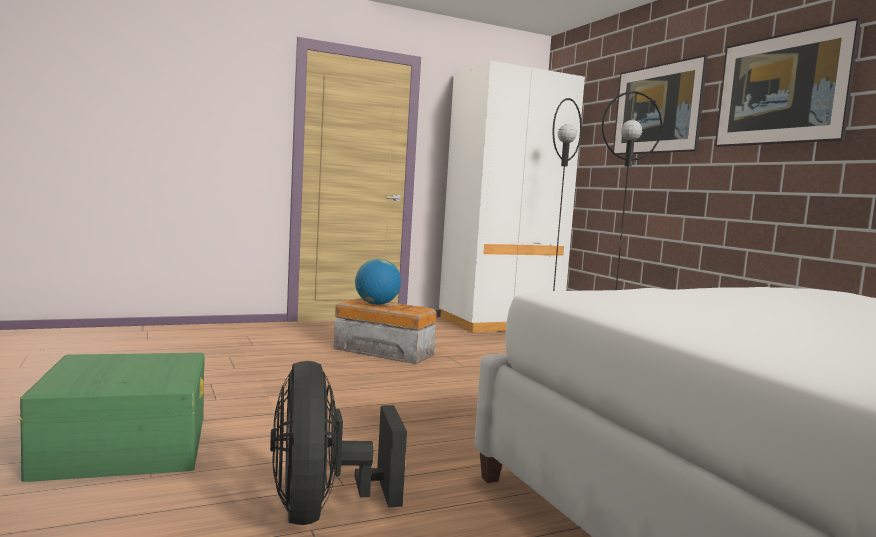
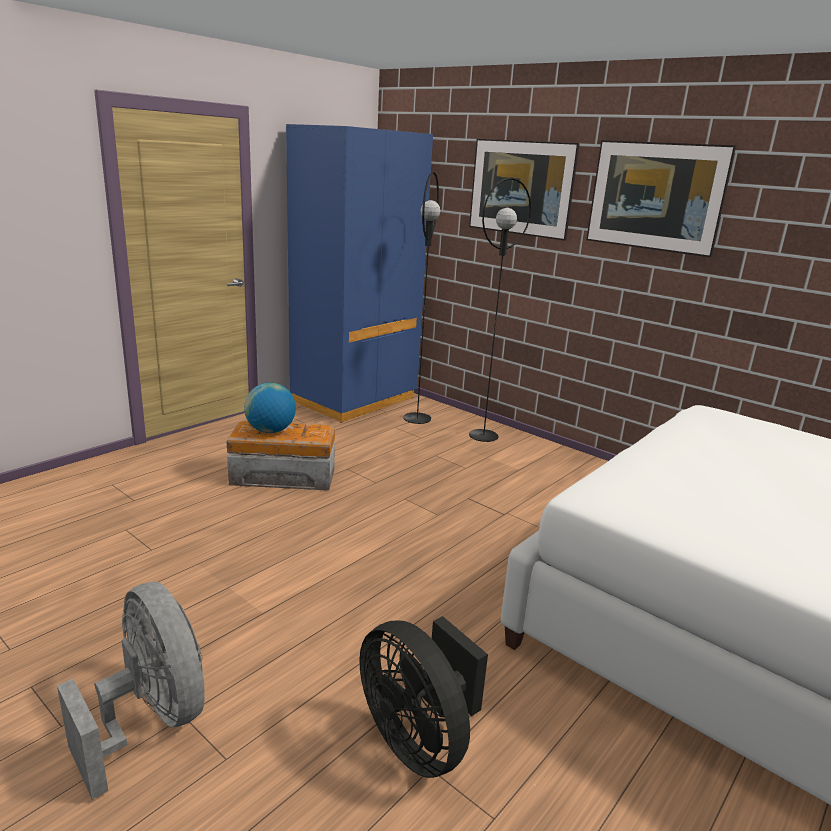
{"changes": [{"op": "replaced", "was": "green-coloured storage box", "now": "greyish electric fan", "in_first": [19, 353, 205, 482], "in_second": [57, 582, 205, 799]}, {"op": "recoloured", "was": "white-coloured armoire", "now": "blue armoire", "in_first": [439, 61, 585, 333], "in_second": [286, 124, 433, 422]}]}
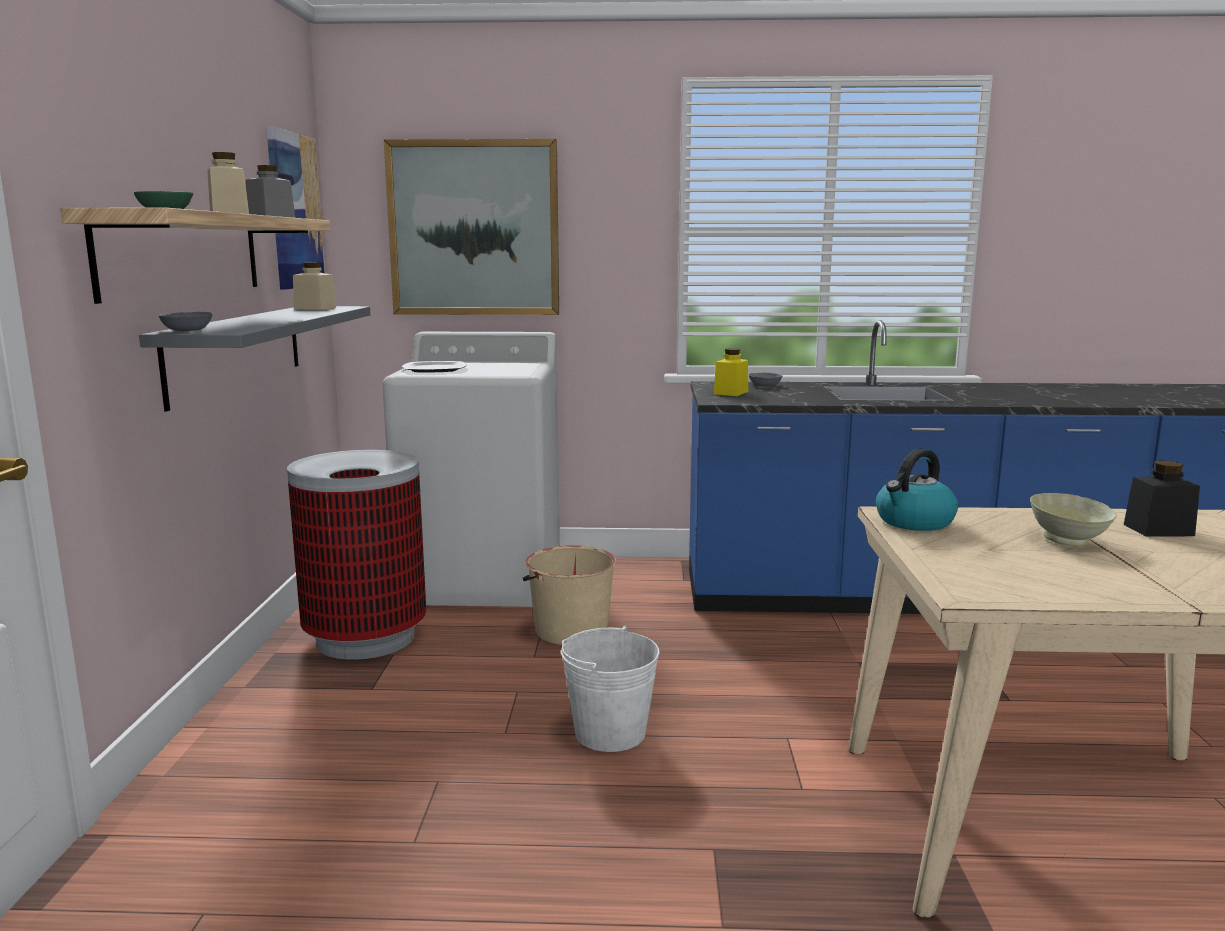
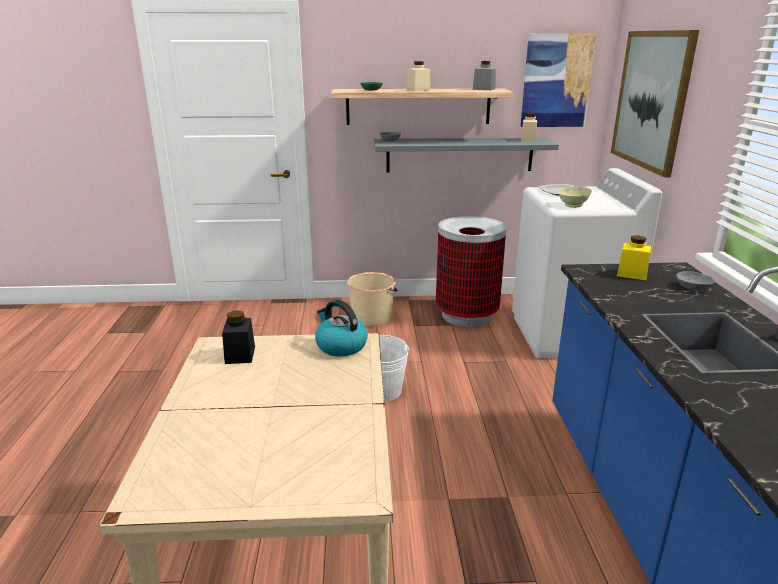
{"changes": [{"op": "moved", "was": "beige-coloured water bucket", "in_first": [523, 545, 616, 645], "in_second": [347, 272, 398, 326]}, {"op": "moved", "was": "beige-coloured serving bowl", "in_first": [1030, 493, 1117, 546], "in_second": [558, 186, 592, 208]}, {"op": "moved", "was": "black jar", "in_first": [1124, 461, 1200, 537], "in_second": [222, 310, 255, 364]}]}
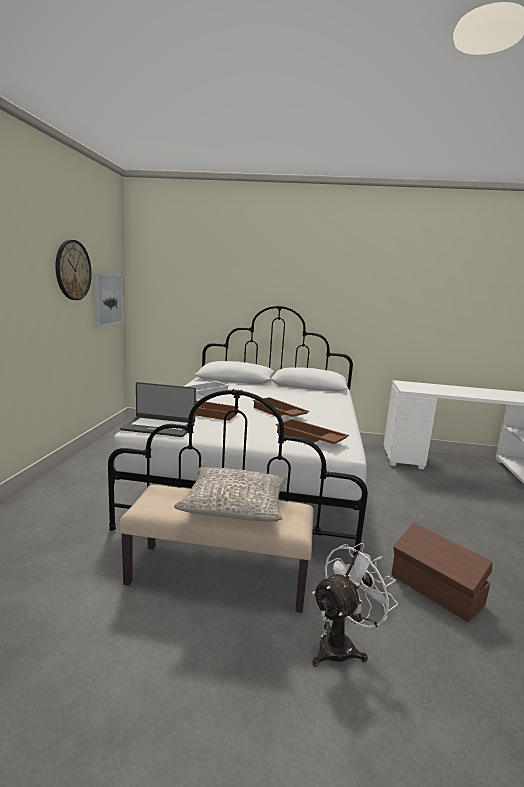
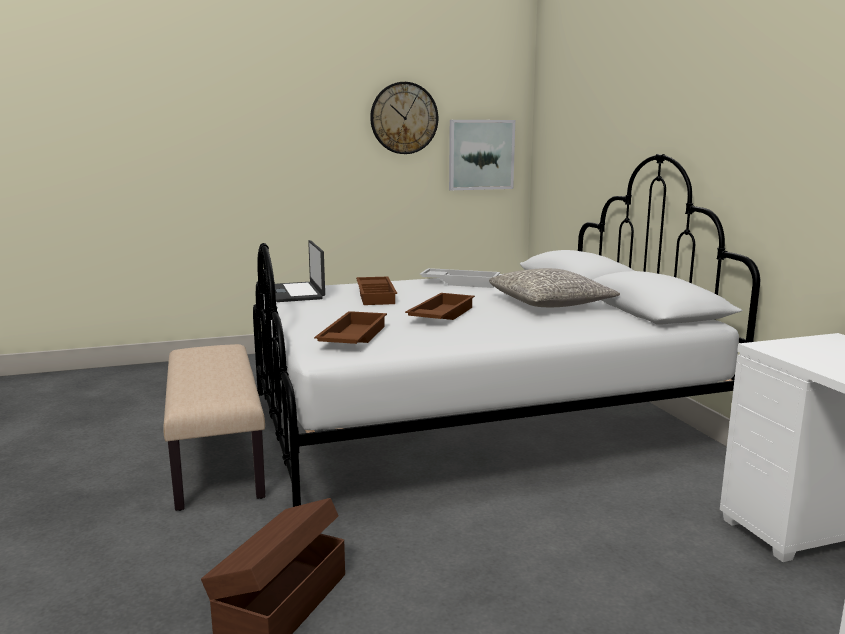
{"changes": [{"op": "moved", "was": "greyish pillow", "in_first": [174, 467, 287, 522], "in_second": [489, 268, 620, 307]}, {"op": "removed", "was": "white-coloured electric fan", "in_first": [312, 543, 398, 667]}]}
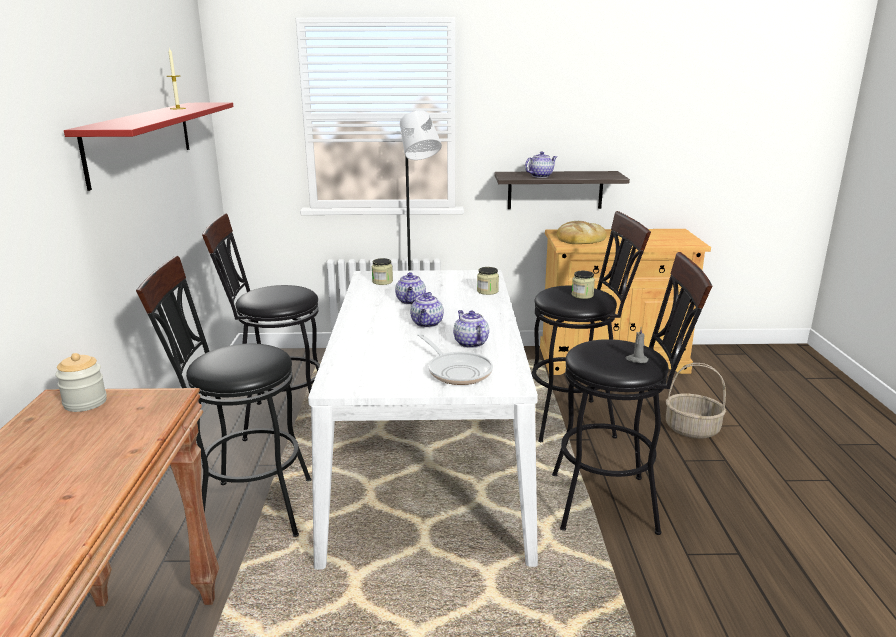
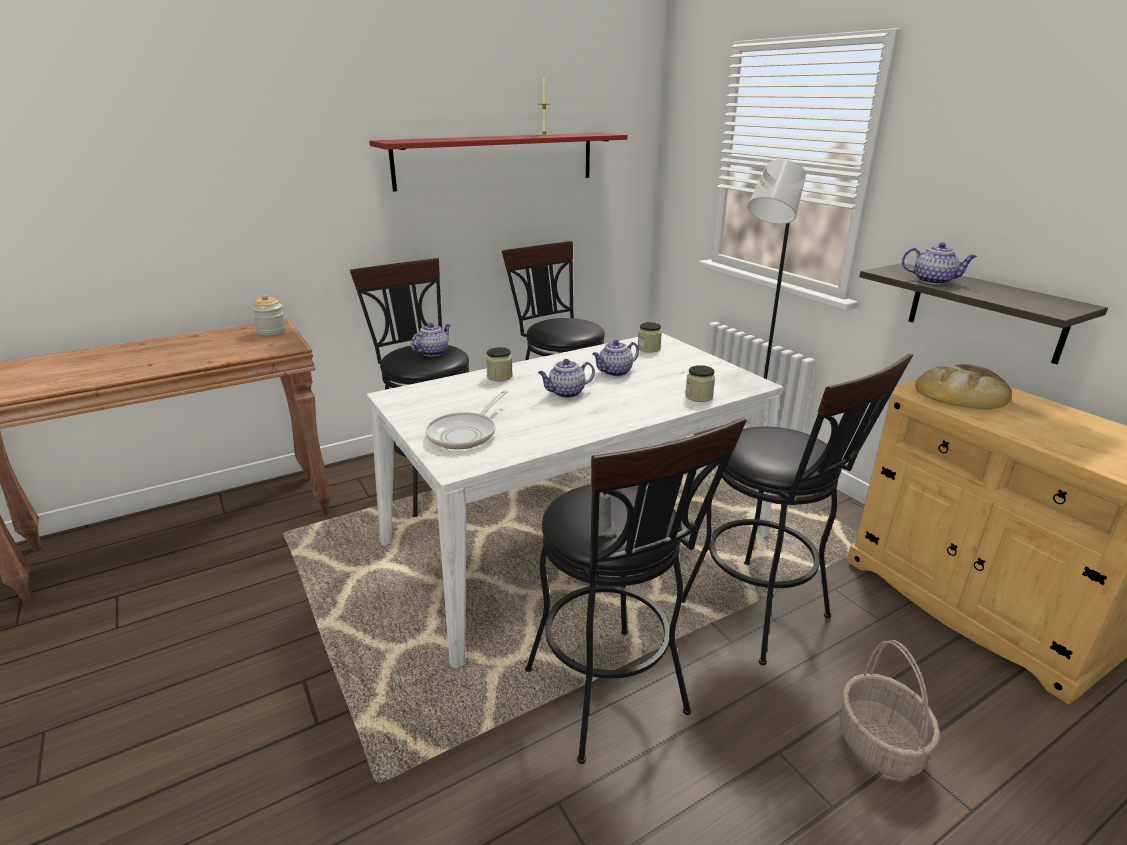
{"changes": [{"op": "moved", "was": "teapot", "in_first": [453, 310, 489, 348], "in_second": [411, 323, 450, 356]}, {"op": "moved", "was": "jar", "in_first": [572, 271, 595, 299], "in_second": [486, 347, 513, 381]}]}
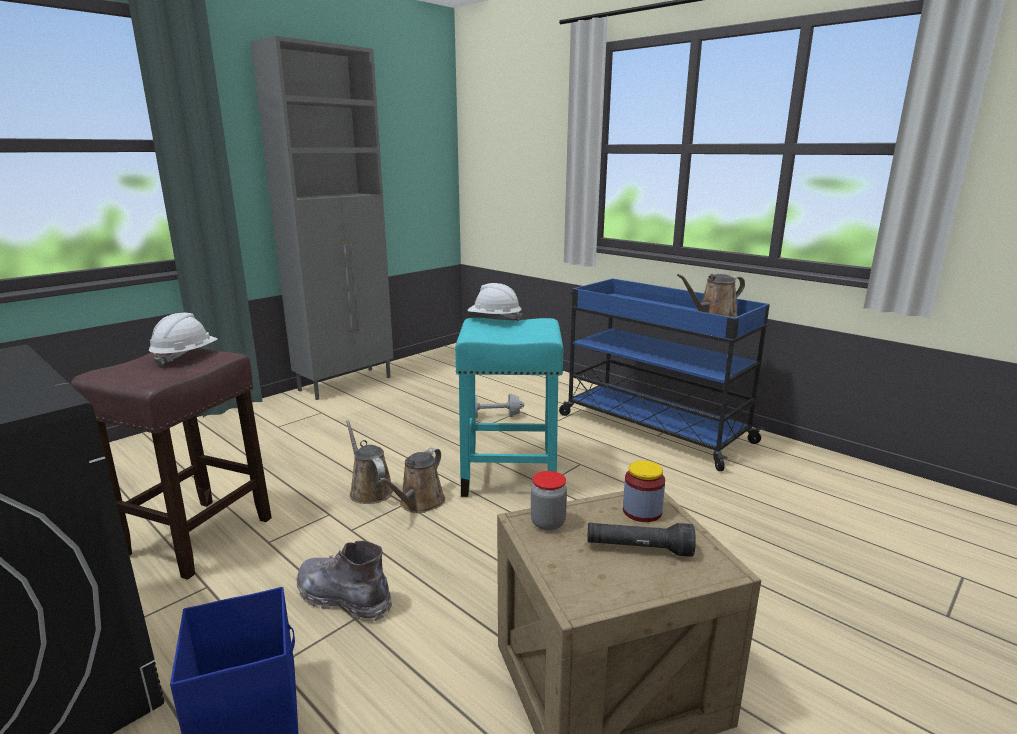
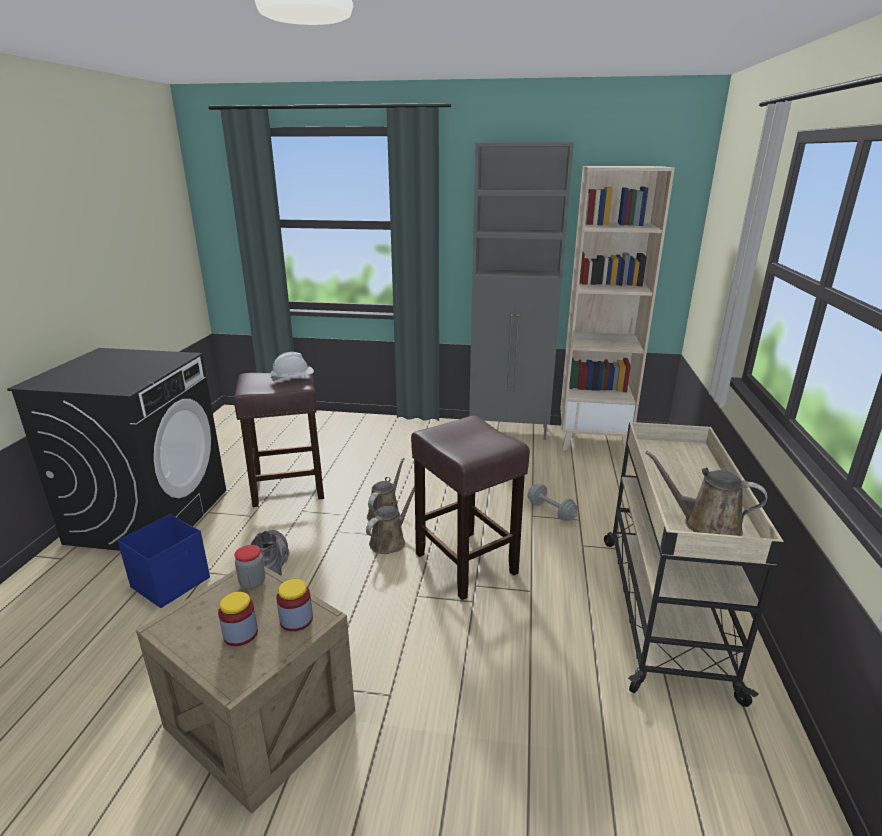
{"changes": [{"op": "turned", "was": "brownish sprinkling can", "in_first": [378, 448, 445, 513], "in_second": [366, 486, 415, 554], "clockwise": 135}, {"op": "recoloured", "was": "turquoise-coloured sitting stool", "now": "brownish sitting stool", "in_first": [455, 318, 563, 497], "in_second": [411, 415, 530, 600]}, {"op": "removed", "was": "white-coloured safety helmet", "in_first": [467, 283, 522, 321]}, {"op": "recoloured", "was": "blue trolley", "now": "beige-coloured trolley", "in_first": [559, 279, 770, 471], "in_second": [604, 422, 784, 707]}, {"op": "replaced", "was": "black hand torch", "now": "jar", "in_first": [587, 523, 696, 557], "in_second": [218, 592, 258, 646]}, {"op": "added", "now": "beige-coloured shelving unit", "in_second": [560, 166, 675, 455]}]}
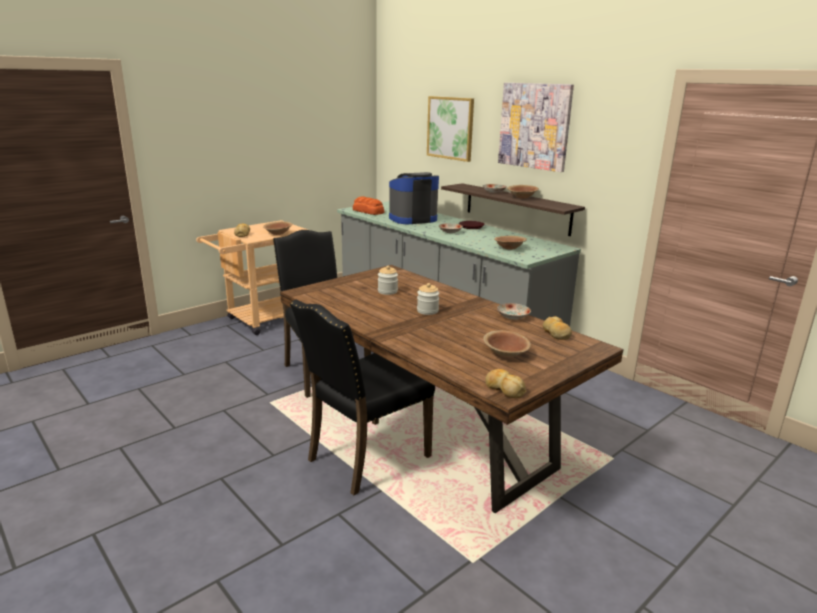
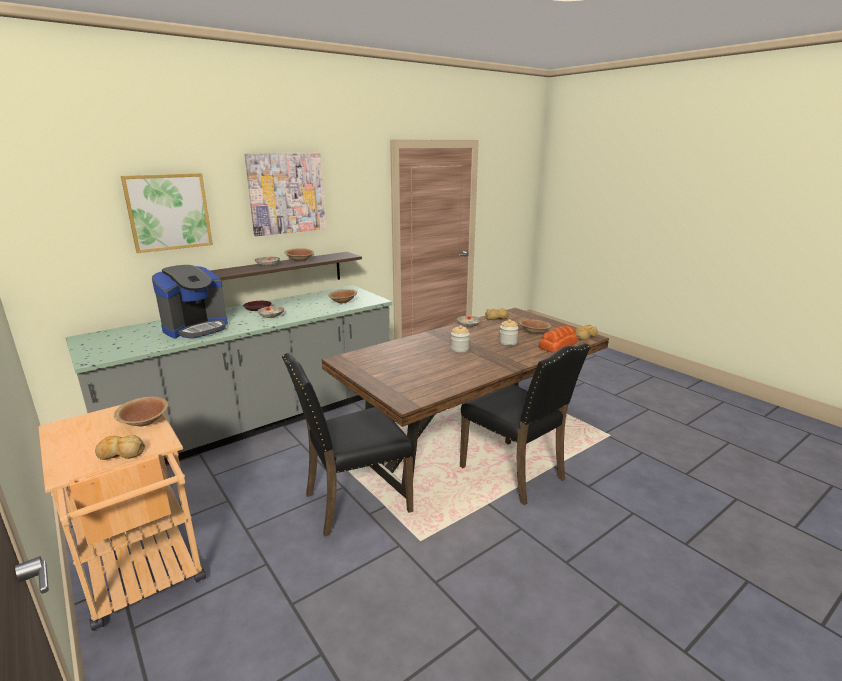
{"changes": [{"op": "moved", "was": "bakery bread", "in_first": [353, 196, 384, 215], "in_second": [538, 325, 577, 352]}, {"op": "moved", "was": "jar", "in_first": [378, 266, 398, 295], "in_second": [499, 319, 518, 345]}, {"op": "turned", "was": "coffee maker", "in_first": [389, 172, 439, 224], "in_second": [152, 265, 228, 339], "clockwise": -120}]}
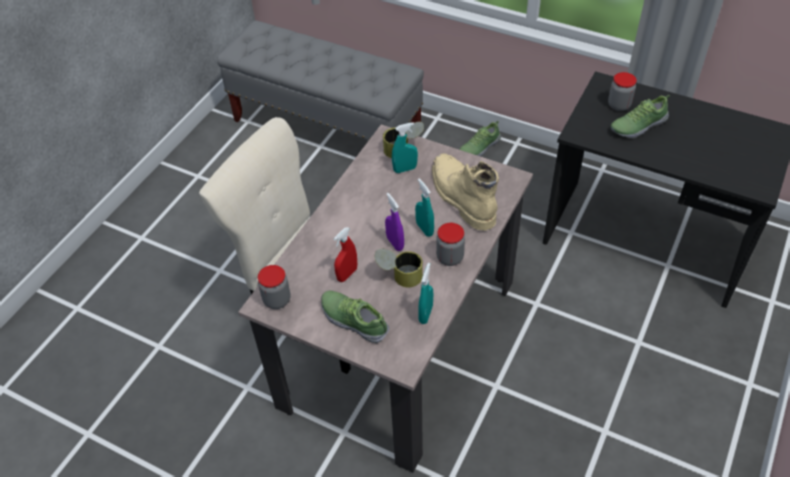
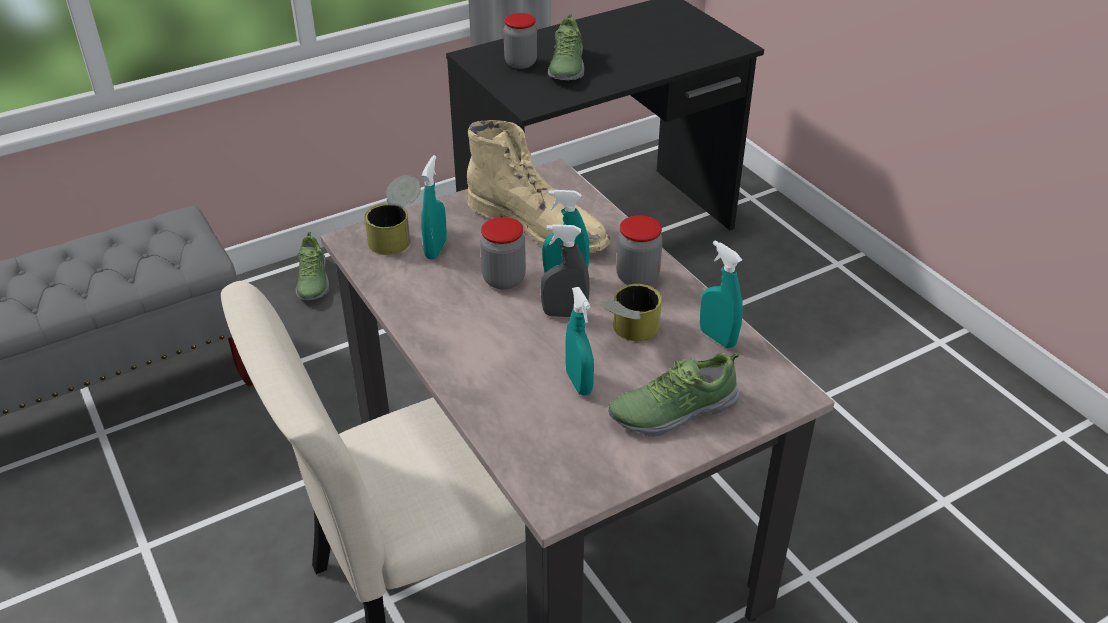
{"changes": [{"op": "moved", "was": "jar", "in_first": [258, 265, 290, 309], "in_second": [480, 217, 526, 290]}, {"op": "recoloured", "was": "reddish sprayer", "now": "turquoise-coloured sprayer", "in_first": [333, 227, 357, 282], "in_second": [565, 287, 594, 396]}, {"op": "recoloured", "was": "purplish sprayer", "now": "greyish sprayer", "in_first": [385, 193, 404, 251], "in_second": [540, 224, 590, 317]}, {"op": "turned", "was": "beige-coloured high-top boot", "in_first": [432, 154, 499, 231], "in_second": [467, 120, 610, 253], "clockwise": -150}]}
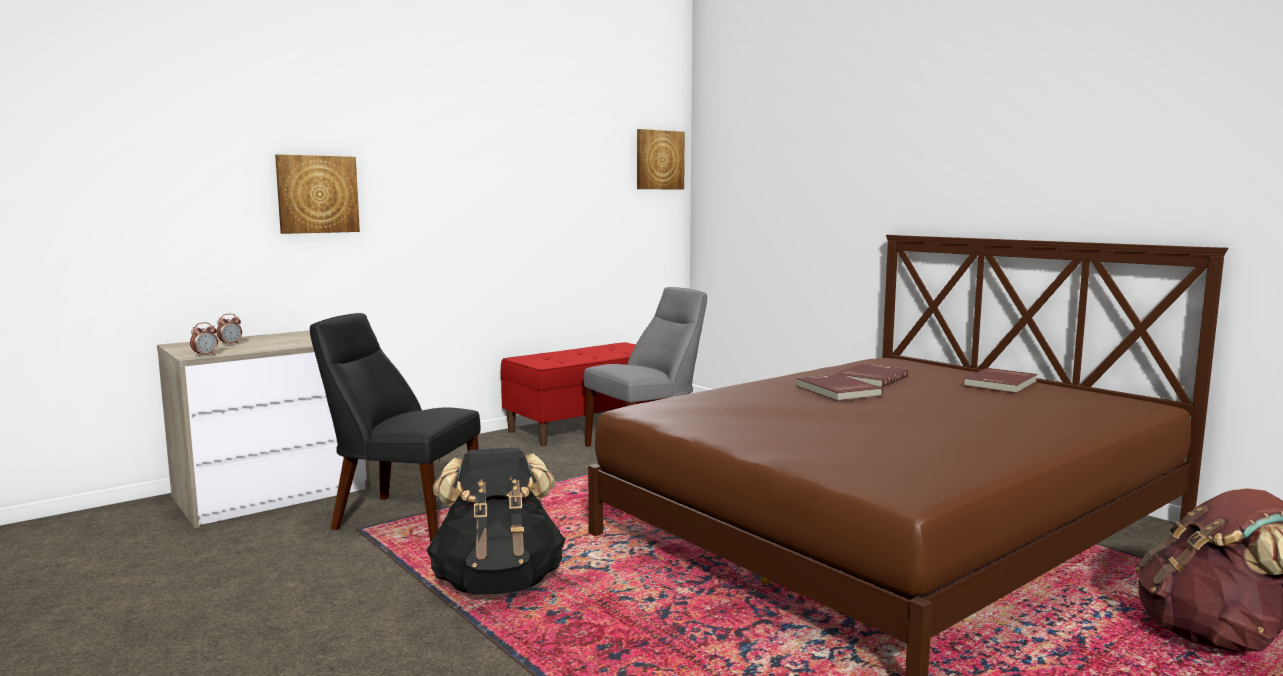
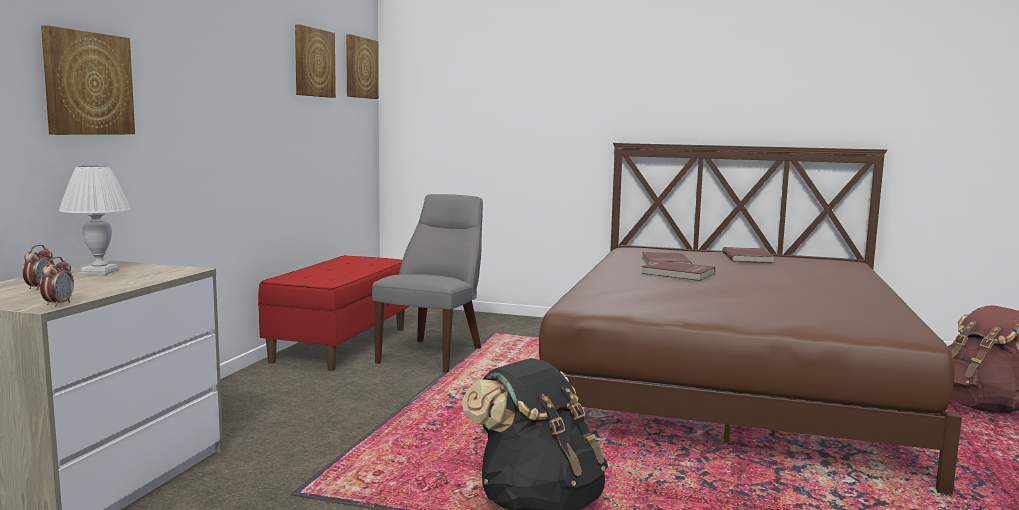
{"changes": [{"op": "removed", "was": "black upright chair", "in_first": [310, 313, 481, 542]}, {"op": "added", "now": "white-coloured tabletop lamp", "in_second": [58, 166, 132, 275]}, {"op": "added", "now": "wall picture", "in_second": [295, 25, 336, 98]}]}
